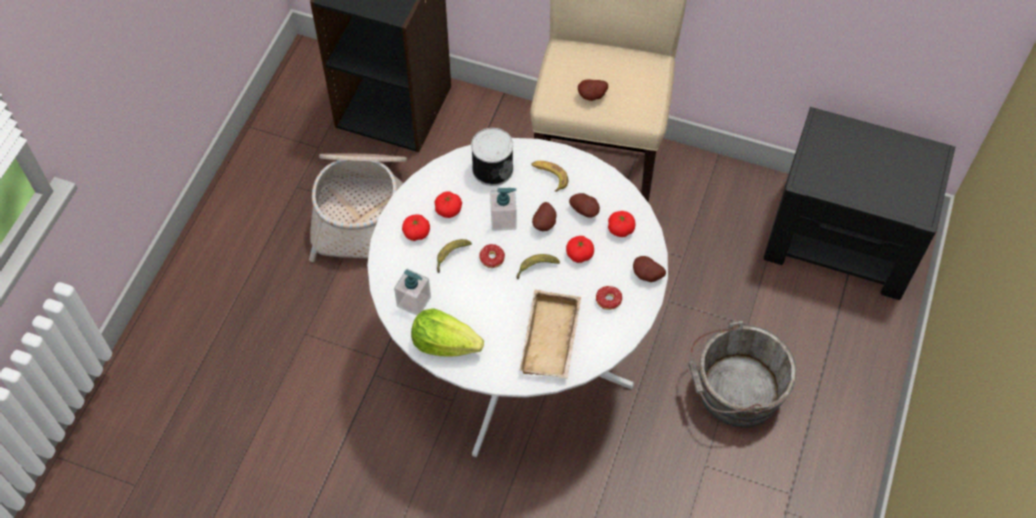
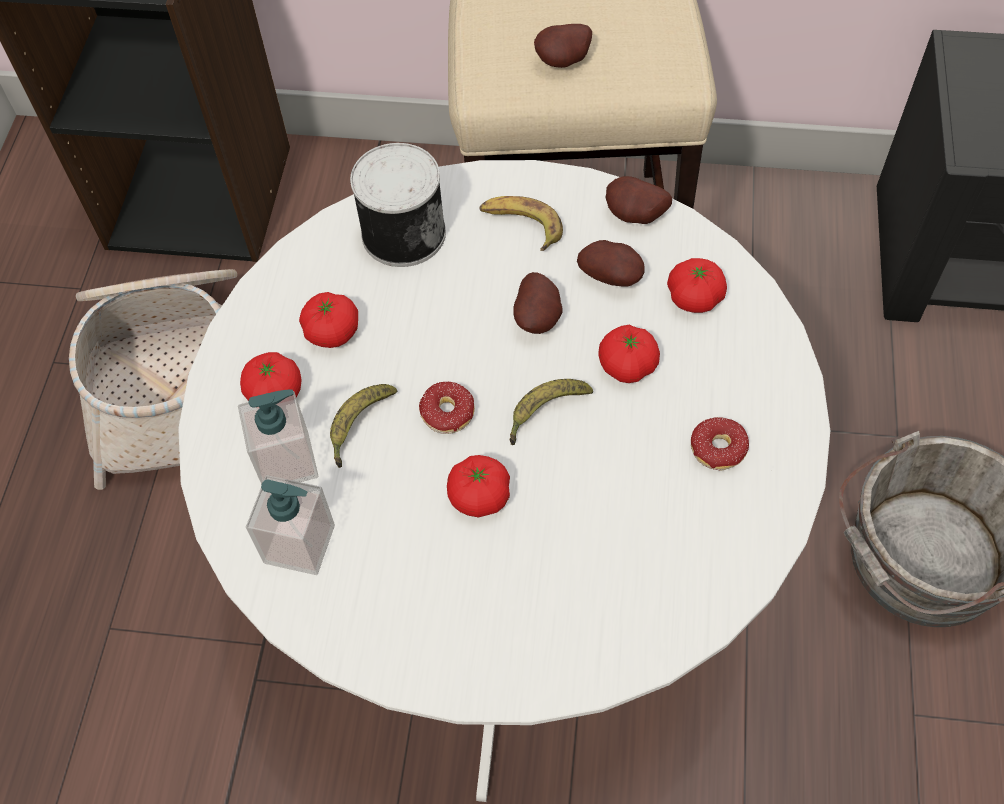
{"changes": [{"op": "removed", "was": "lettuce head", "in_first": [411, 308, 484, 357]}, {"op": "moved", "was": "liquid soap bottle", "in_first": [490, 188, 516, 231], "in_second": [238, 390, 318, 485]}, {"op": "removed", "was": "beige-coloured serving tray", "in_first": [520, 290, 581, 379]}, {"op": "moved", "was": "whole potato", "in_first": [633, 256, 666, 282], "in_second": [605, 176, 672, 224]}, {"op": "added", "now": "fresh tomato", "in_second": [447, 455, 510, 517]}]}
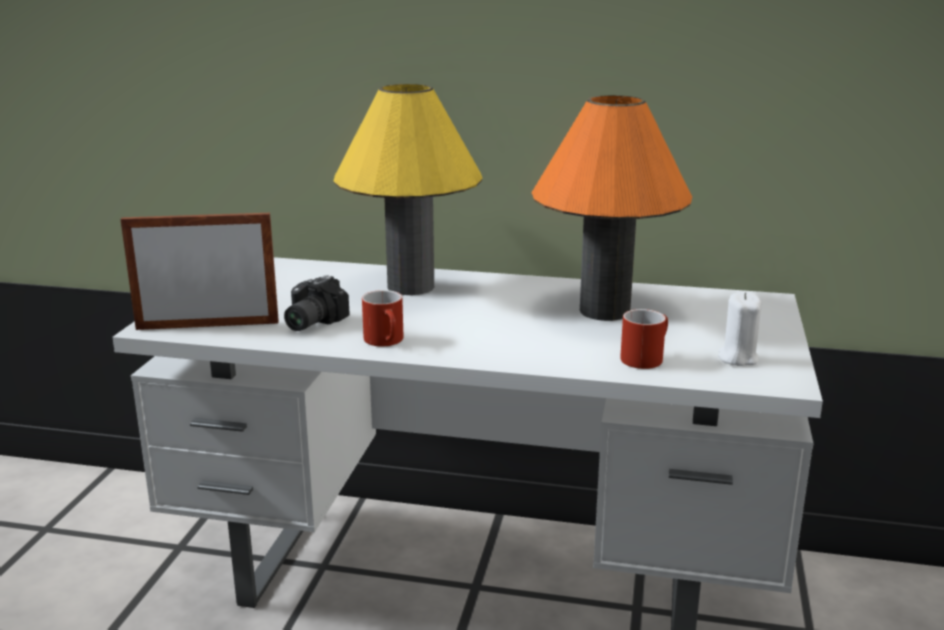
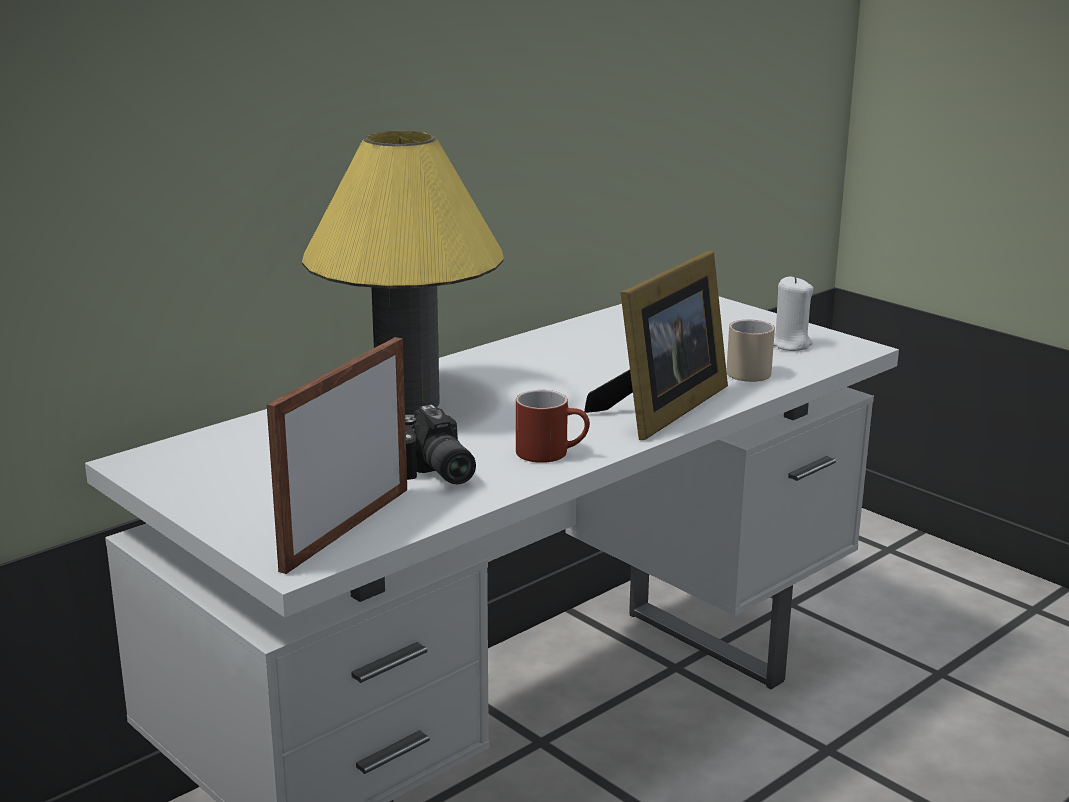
{"changes": [{"op": "removed", "was": "orange tabletop lamp", "in_first": [532, 95, 692, 321]}, {"op": "recoloured", "was": "reddish tea mug", "now": "beige-coloured tea mug", "in_first": [620, 309, 668, 369], "in_second": [726, 320, 775, 382]}, {"op": "added", "now": "picture frame", "in_second": [584, 251, 728, 440]}]}
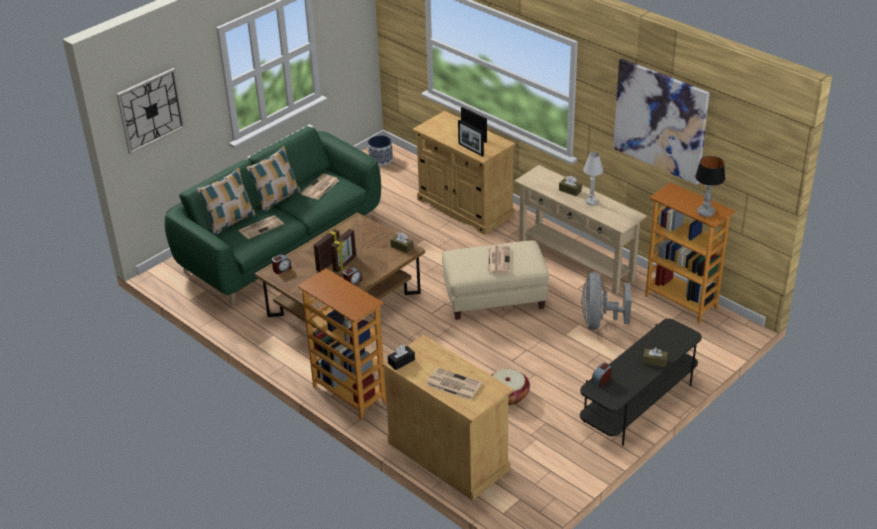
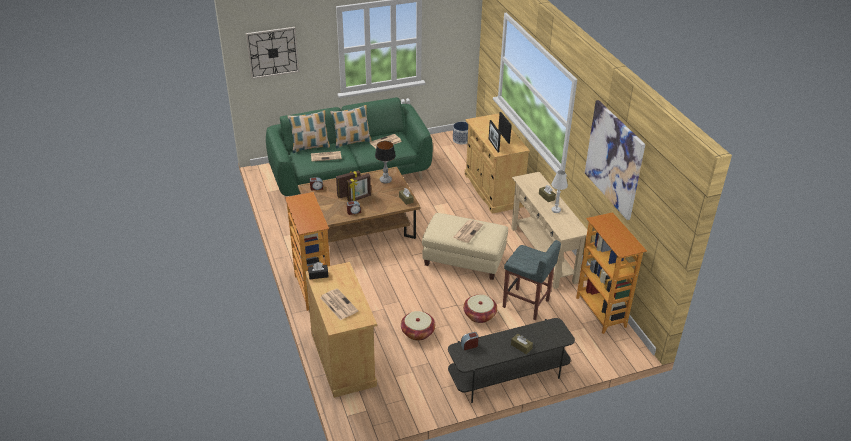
{"changes": [{"op": "replaced", "was": "greyish electric fan", "now": "greyish sitting stool", "in_first": [581, 272, 632, 330], "in_second": [503, 240, 561, 320]}, {"op": "moved", "was": "tabletop lamp", "in_first": [695, 156, 725, 217], "in_second": [375, 141, 396, 184]}, {"op": "added", "now": "basket", "in_second": [463, 294, 497, 323]}]}
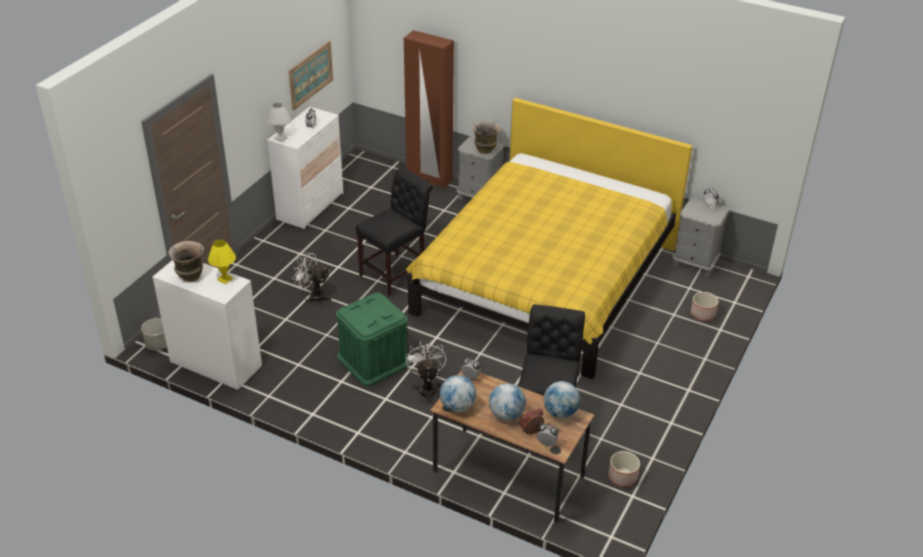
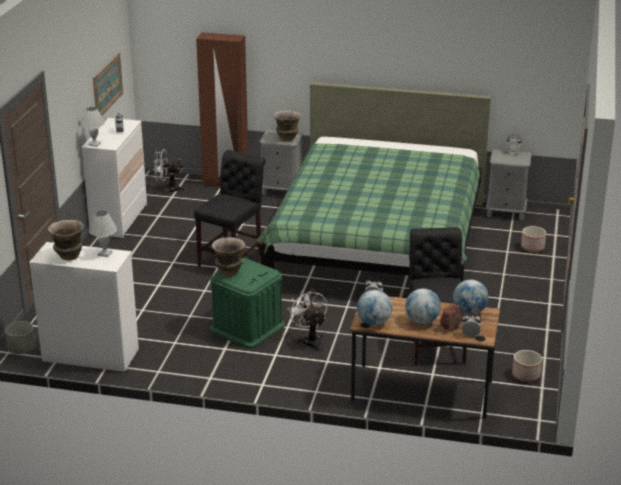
{"changes": [{"op": "recoloured", "was": "yellowish tabletop lamp", "now": "white-coloured tabletop lamp", "in_first": [208, 240, 236, 284], "in_second": [89, 210, 117, 257]}, {"op": "moved", "was": "white-coloured electric fan", "in_first": [292, 252, 331, 303], "in_second": [153, 149, 185, 194]}, {"op": "recoloured", "was": "yellowish sleeping bed", "now": "green-coloured sleeping bed", "in_first": [406, 98, 692, 379], "in_second": [257, 82, 491, 282]}, {"op": "added", "now": "vase", "in_second": [212, 237, 245, 276]}]}
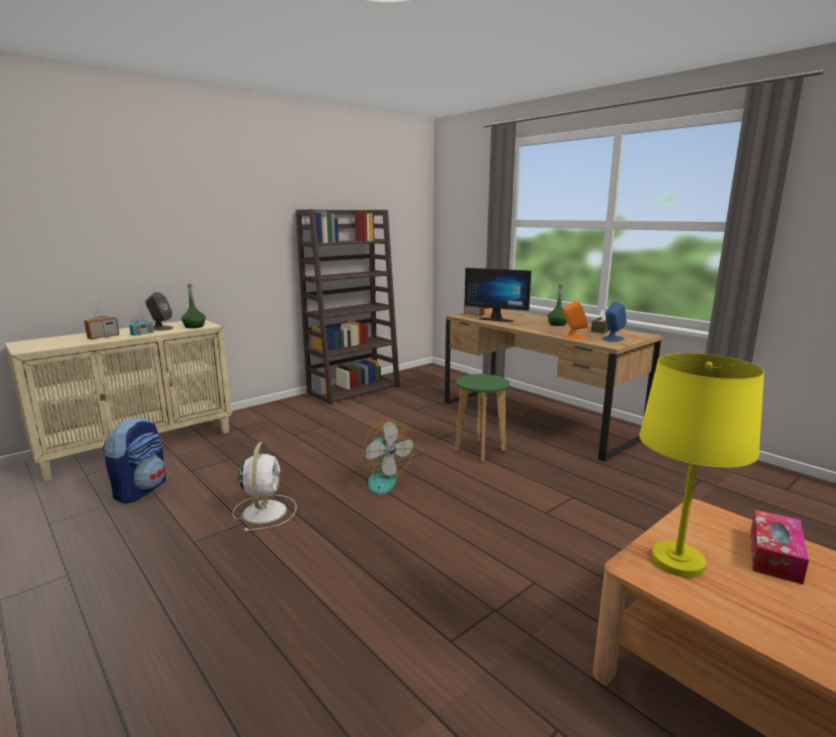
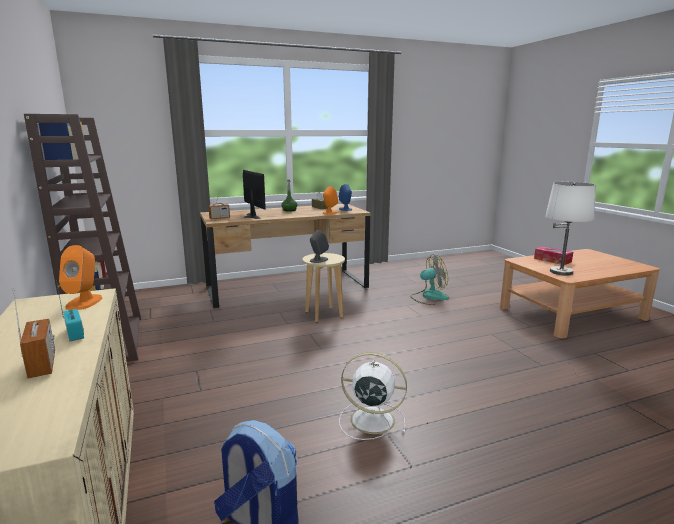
{"changes": [{"op": "moved", "was": "greyish speaker", "in_first": [145, 292, 173, 331], "in_second": [310, 230, 329, 263]}, {"op": "replaced", "was": "green-coloured beverage bottle", "now": "orange speaker", "in_first": [181, 284, 206, 328], "in_second": [59, 245, 103, 310]}, {"op": "moved", "was": "electric fan", "in_first": [344, 420, 414, 495], "in_second": [410, 254, 449, 305]}, {"op": "recoloured", "was": "green-coloured sitting stool", "now": "beige-coloured sitting stool", "in_first": [455, 374, 510, 462], "in_second": [302, 253, 345, 322]}, {"op": "turned", "was": "computer screen", "in_first": [464, 268, 531, 322], "in_second": [243, 170, 266, 219], "clockwise": -75}, {"op": "recoloured", "was": "yellowish tabletop lamp", "now": "white-coloured tabletop lamp", "in_first": [639, 353, 764, 578], "in_second": [545, 182, 596, 276]}]}
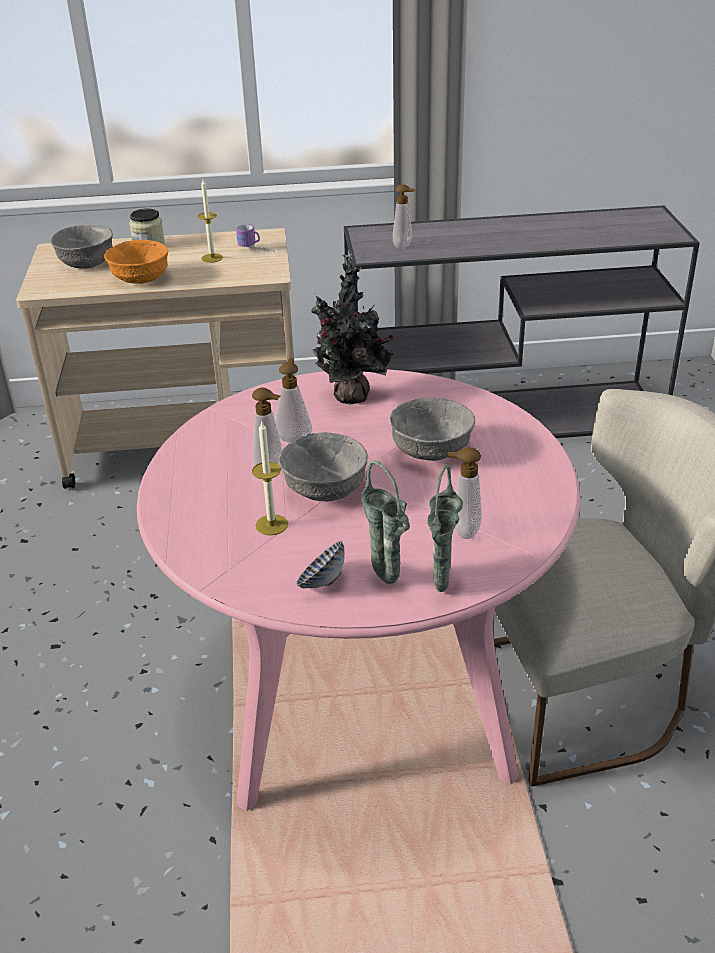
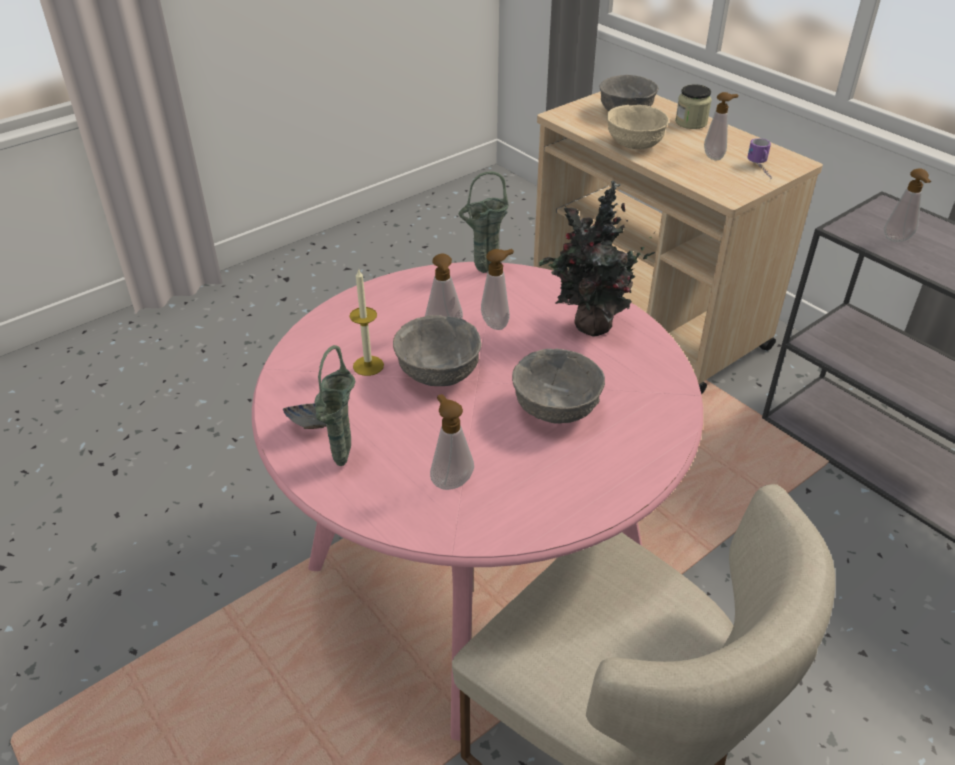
{"changes": [{"op": "recoloured", "was": "orange serving bowl", "now": "beige-coloured serving bowl", "in_first": [104, 240, 168, 284], "in_second": [606, 105, 669, 150]}, {"op": "replaced", "was": "candle", "now": "liquid soap bottle", "in_first": [198, 179, 223, 263], "in_second": [704, 92, 739, 160]}, {"op": "moved", "was": "green-coloured vase", "in_first": [427, 464, 463, 592], "in_second": [459, 171, 508, 273]}]}
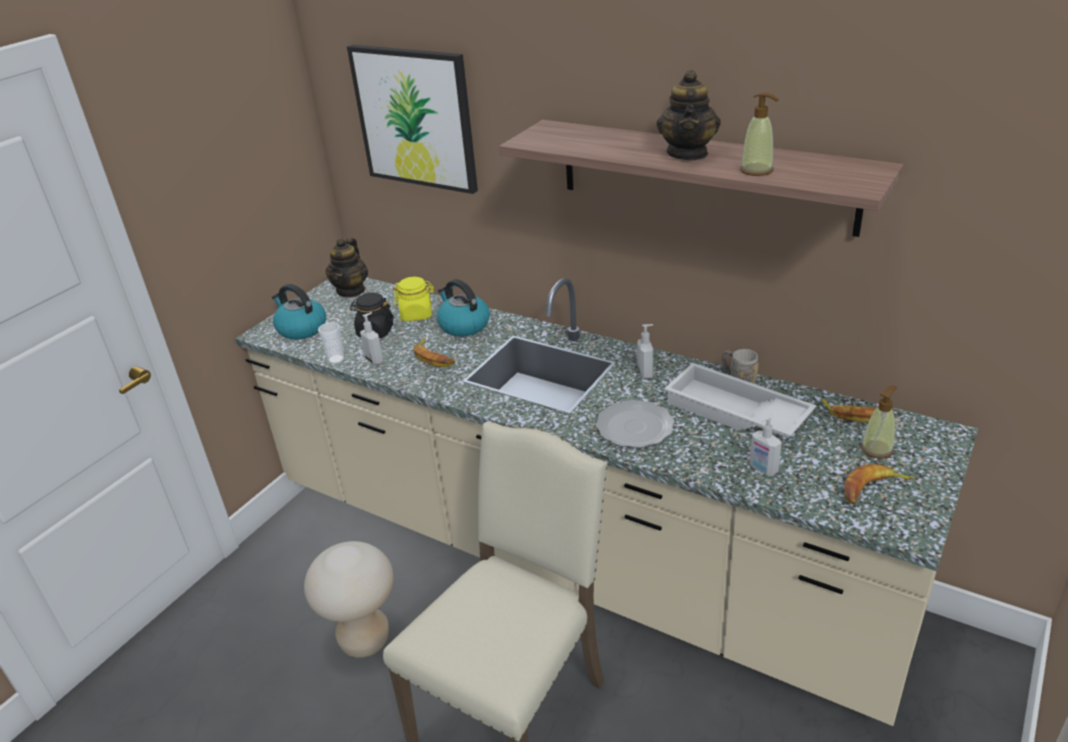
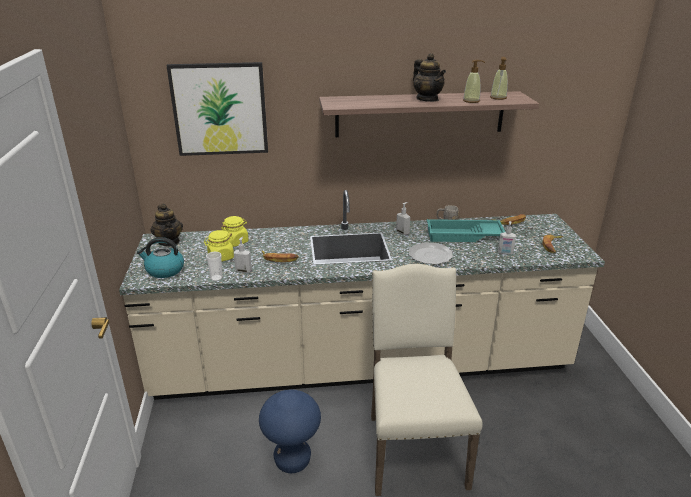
{"changes": [{"op": "recoloured", "was": "beige-coloured sitting stool", "now": "blue sitting stool", "in_first": [304, 541, 394, 658], "in_second": [259, 390, 321, 473]}, {"op": "recoloured", "was": "black jar", "now": "yellowish jar", "in_first": [349, 293, 394, 338], "in_second": [204, 230, 235, 261]}, {"op": "removed", "was": "tea kettle", "in_first": [437, 279, 490, 337]}, {"op": "recoloured", "was": "white-coloured serving tray", "now": "turquoise-coloured serving tray", "in_first": [664, 363, 817, 438], "in_second": [427, 219, 505, 242]}, {"op": "moved", "was": "liquid soap bottle", "in_first": [861, 386, 897, 459], "in_second": [490, 57, 508, 100]}]}
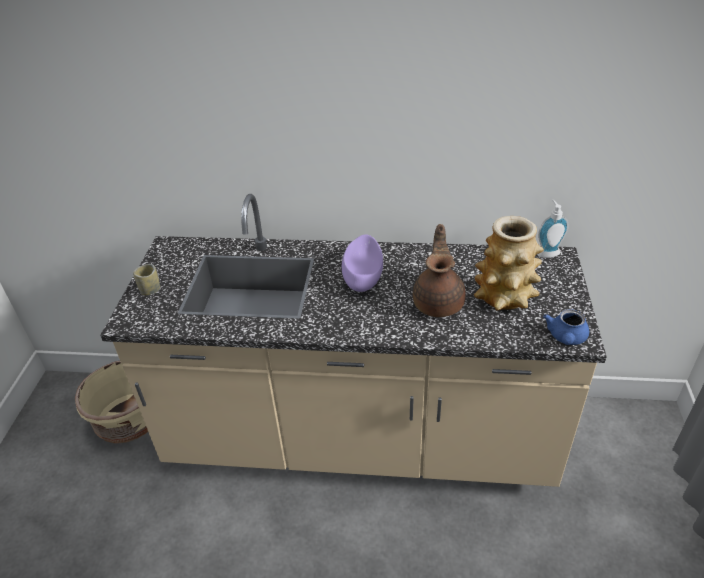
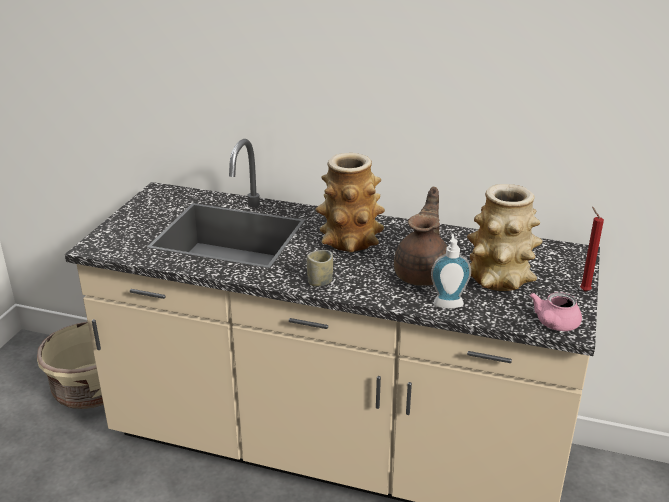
{"changes": [{"op": "moved", "was": "small cup", "in_first": [133, 264, 160, 296], "in_second": [307, 250, 333, 287]}, {"op": "replaced", "was": "purplish serving bowl", "now": "vase", "in_first": [342, 234, 383, 292], "in_second": [315, 153, 385, 252]}, {"op": "moved", "was": "liquid soap bottle", "in_first": [537, 200, 569, 258], "in_second": [431, 233, 471, 309]}, {"op": "recoloured", "was": "blue teapot", "now": "pink teapot", "in_first": [543, 309, 589, 345], "in_second": [530, 292, 582, 331]}, {"op": "added", "now": "reddish candle", "in_second": [580, 207, 604, 291]}]}
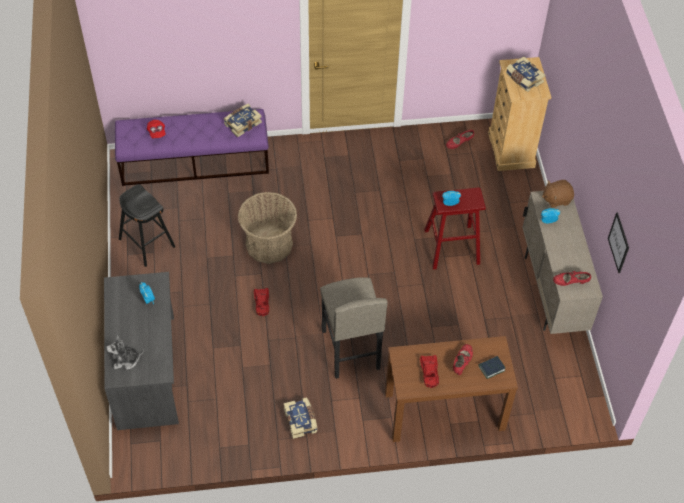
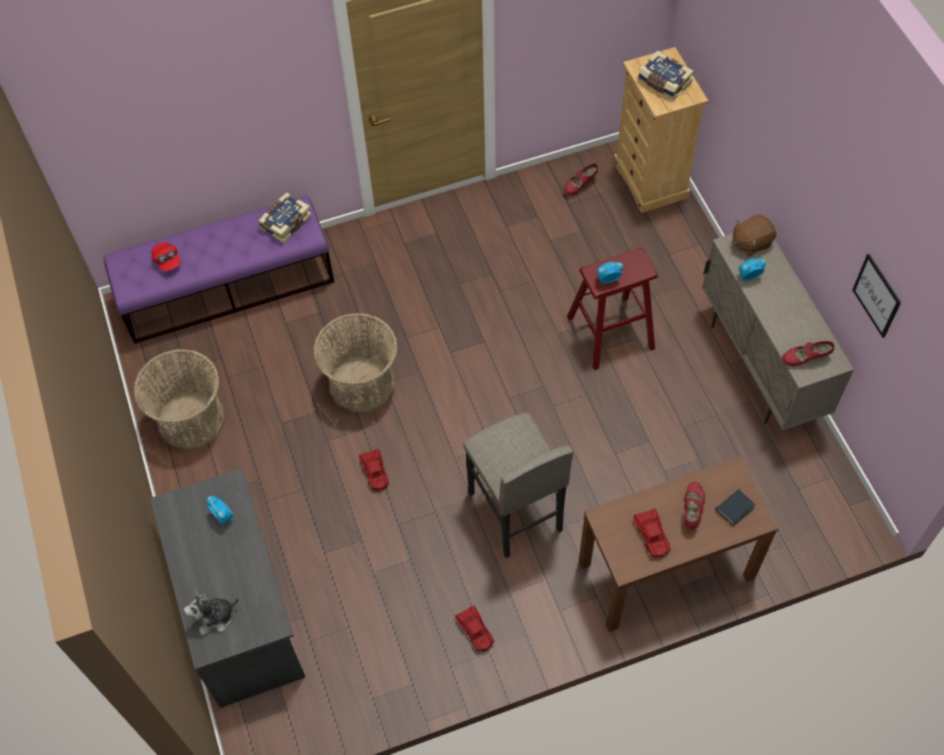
{"changes": [{"op": "replaced", "was": "black sitting stool", "now": "basket", "in_first": [119, 184, 175, 267], "in_second": [134, 349, 225, 450]}, {"op": "replaced", "was": "bound book", "now": "reddish miniature car", "in_first": [283, 398, 317, 439], "in_second": [455, 605, 494, 651]}]}
